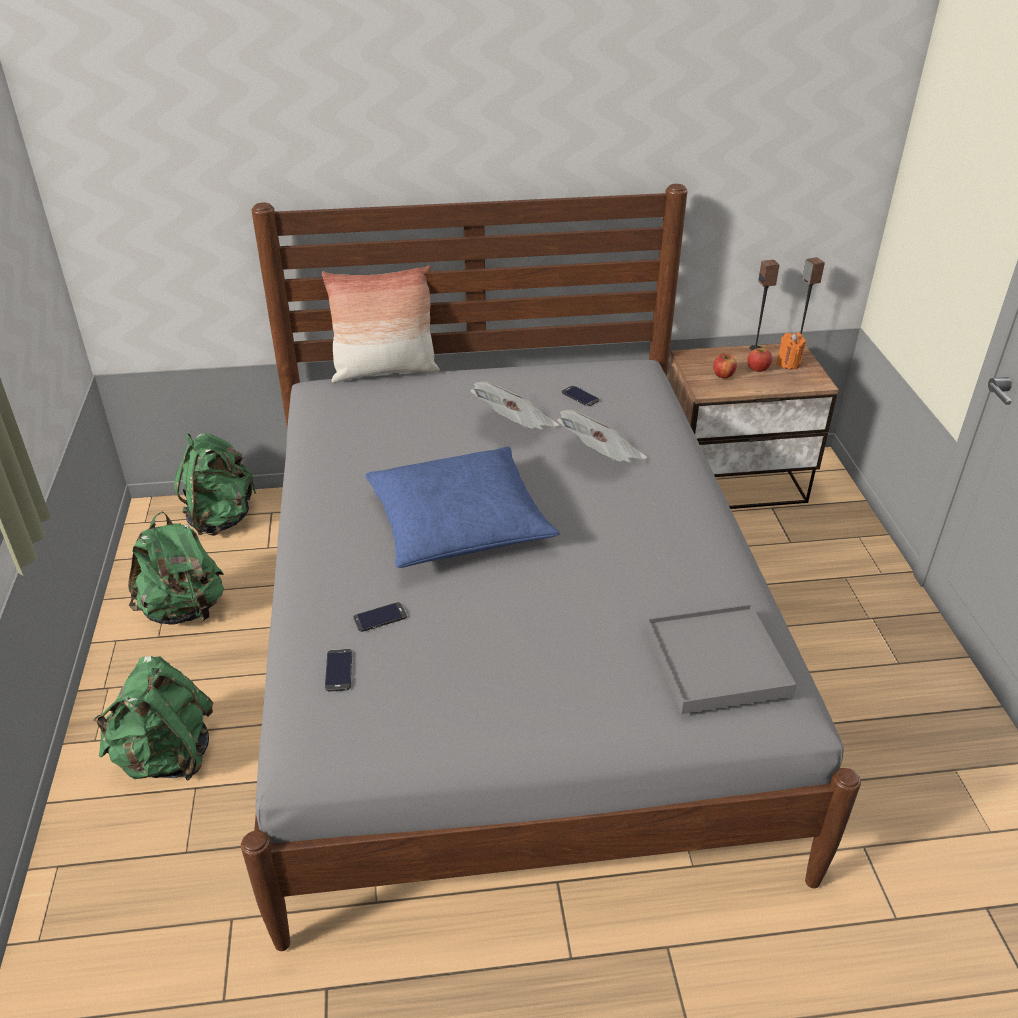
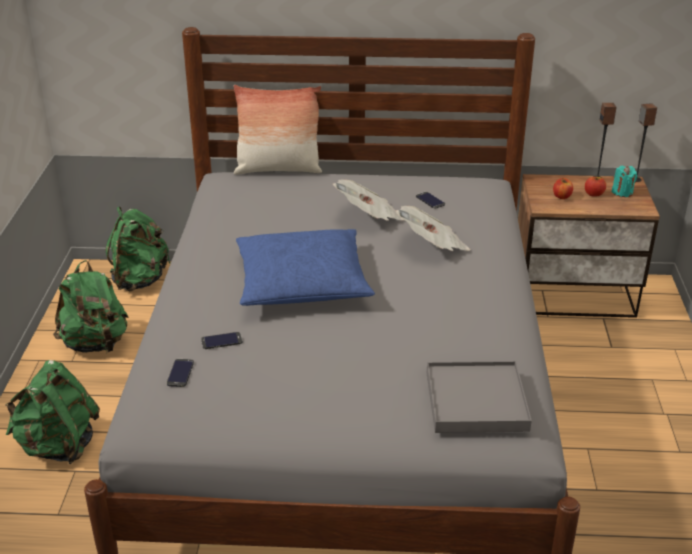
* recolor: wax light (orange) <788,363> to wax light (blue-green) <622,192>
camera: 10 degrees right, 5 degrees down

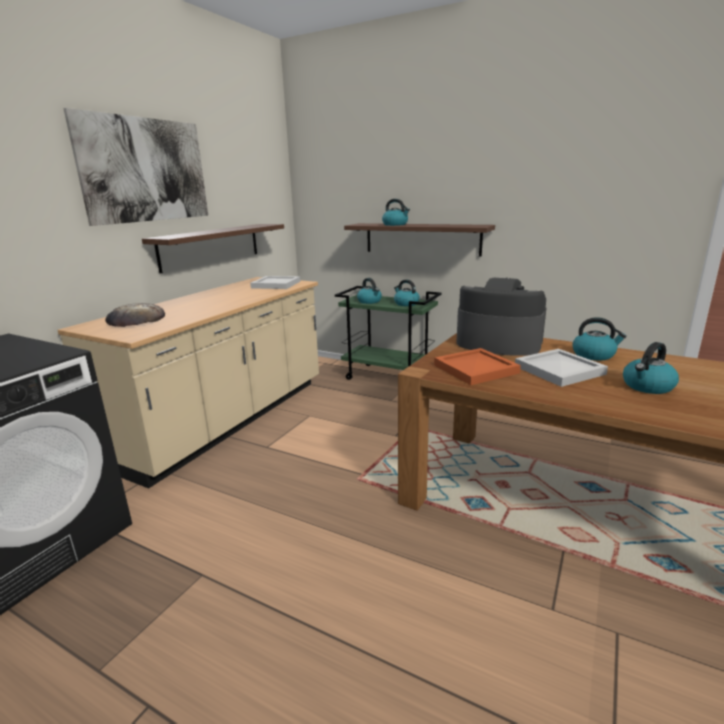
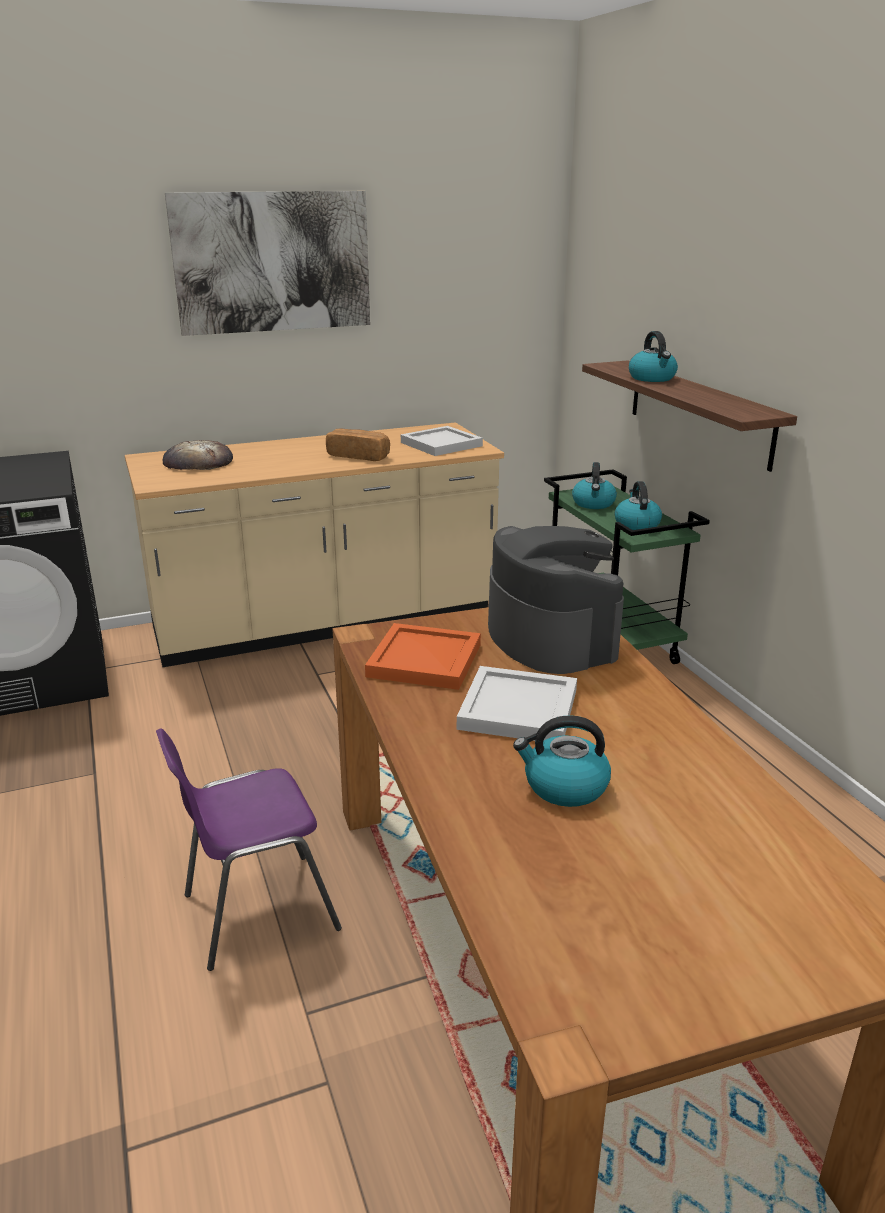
* delete: bracket shelf <211,246>
* delete: tea kettle <594,355>
* insert: plain chair (purple-coloured) <256,912>
* insert: baked bread <359,456>
camera: 40 degrees right, 5 degrees up

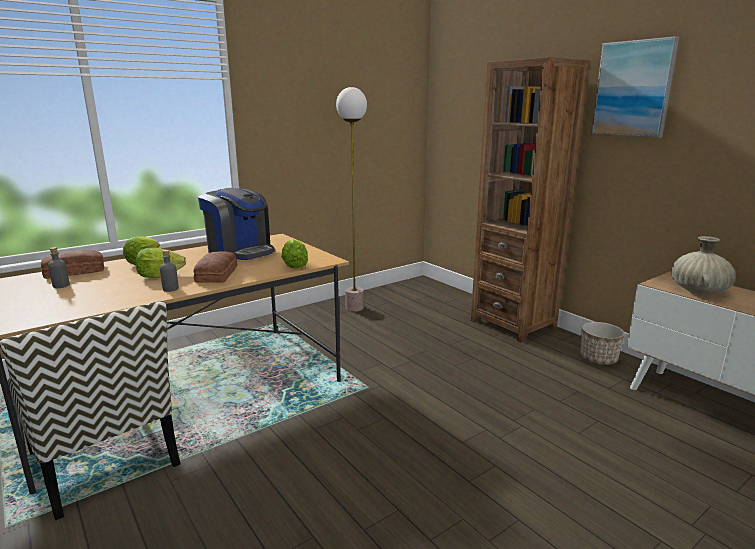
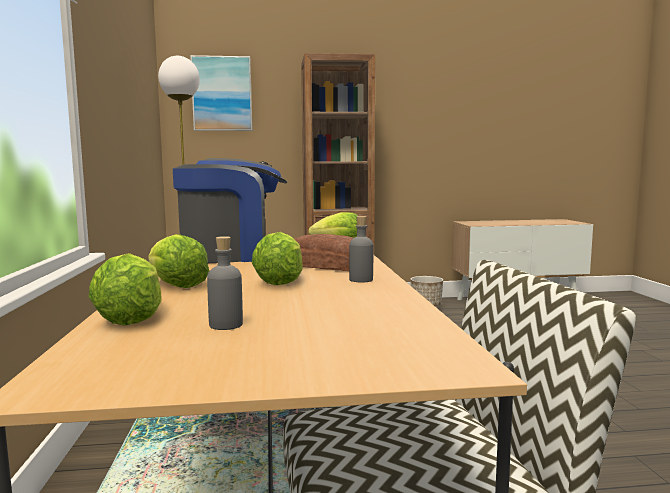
* replace: baked bread <74,271> to lettuce <132,318>
* move: wall picture <633,89> to <222,94>
* delete: vase (sand-coloured) <698,291>
camera: 60 degrees left, 10 degrees down

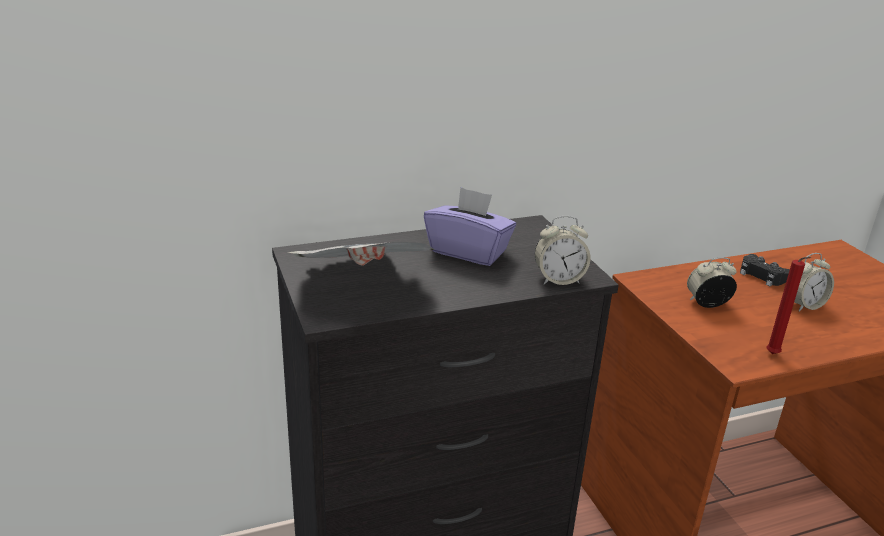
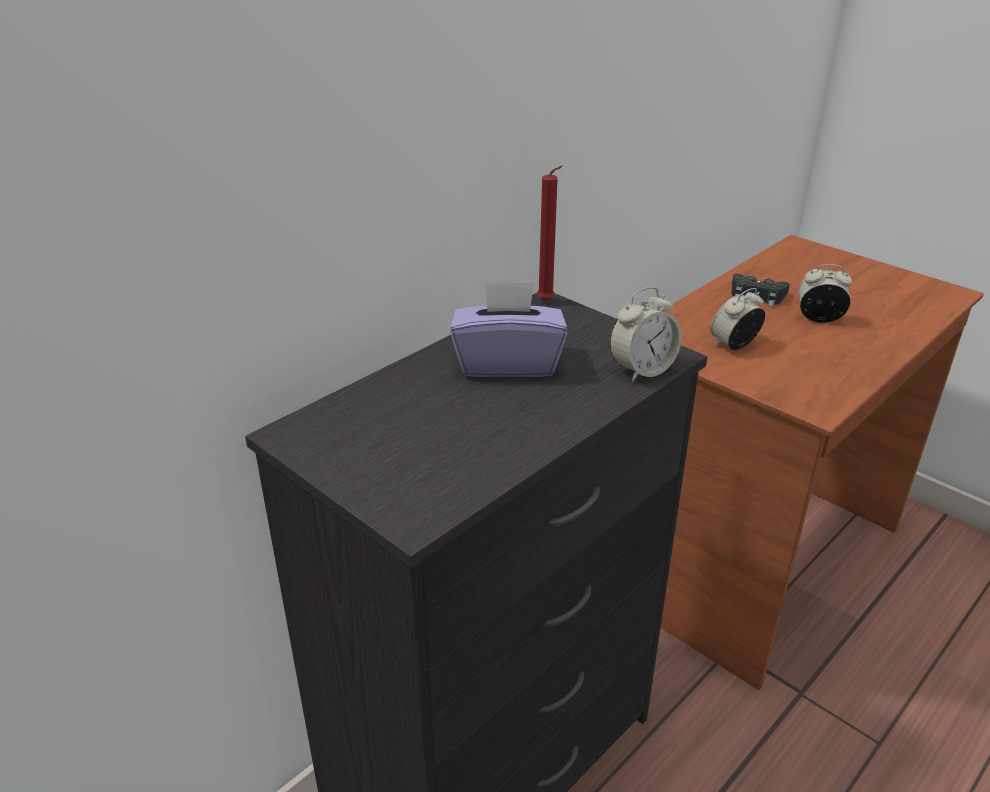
* delete: daily paper <362,286>
* move: wax light (reddish) <773,355> to <547,302>
* rotate: table clock <803,305> = <819,318> 120 degrees counterclockwise
camera: 25 degrees left, 5 degrees up

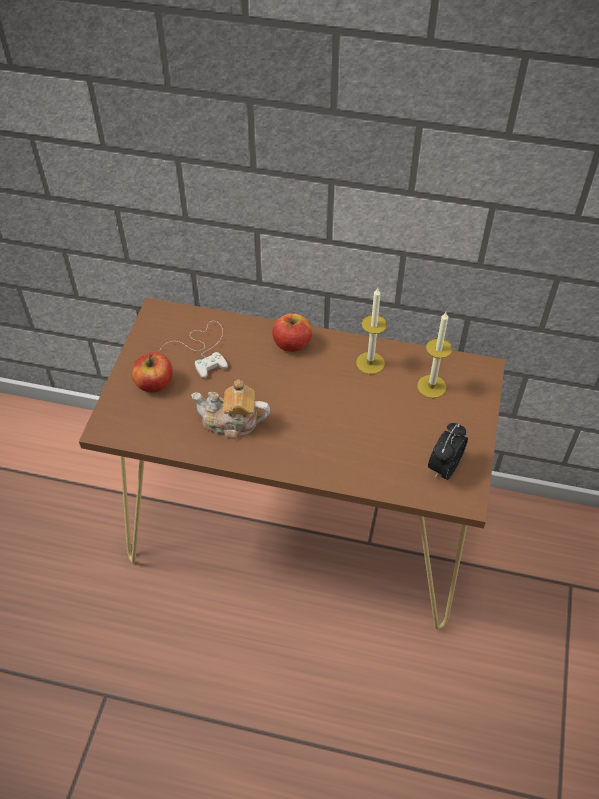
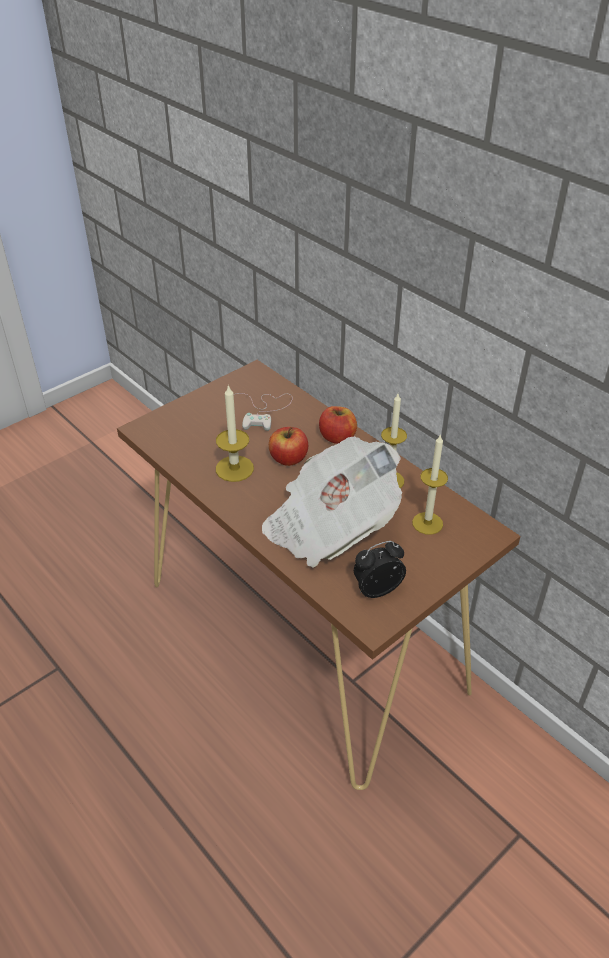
* move: apple fruit <154,383> to <288,459>
* replace: tea pot <231,422> to wax light <234,468>
* insert: daily paper <329,525>
camera: 35 degrees right, 10 degrees down

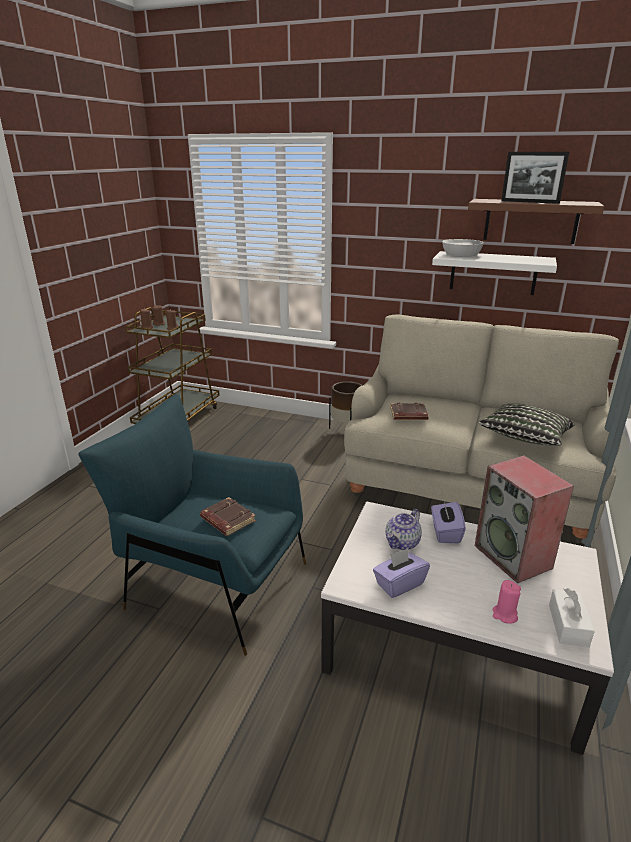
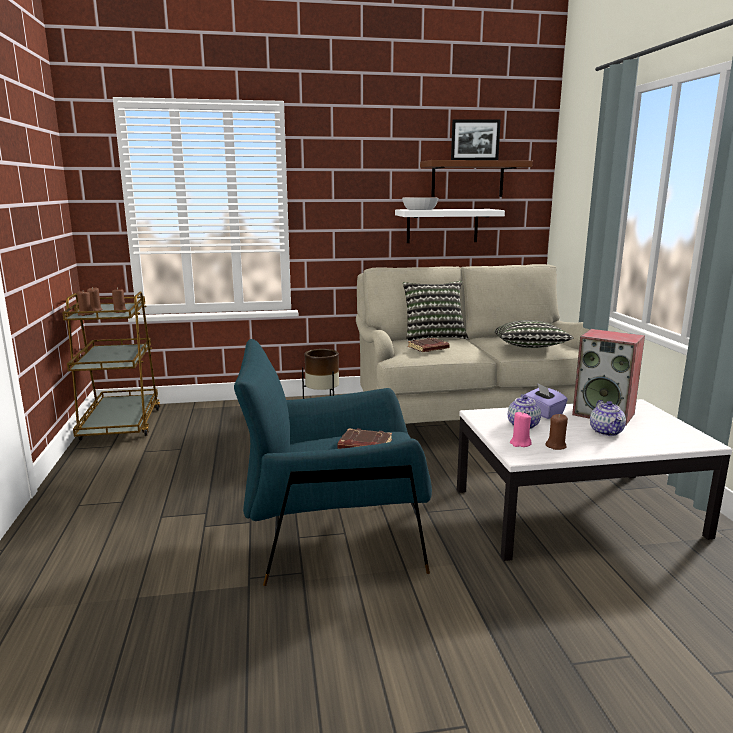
* replace: tissue holder (purple-coloured) <399,584> to wax light (brown-coloured) <556,446>
* move: wax light (pink-coloured) <504,615> to <520,443>
* delete: tissue holder (white-coloured) <568,625>
* insert: cushion <433,336>
* insert: tea pot <606,432>
camera: 30 degrees left, 10 degrees down

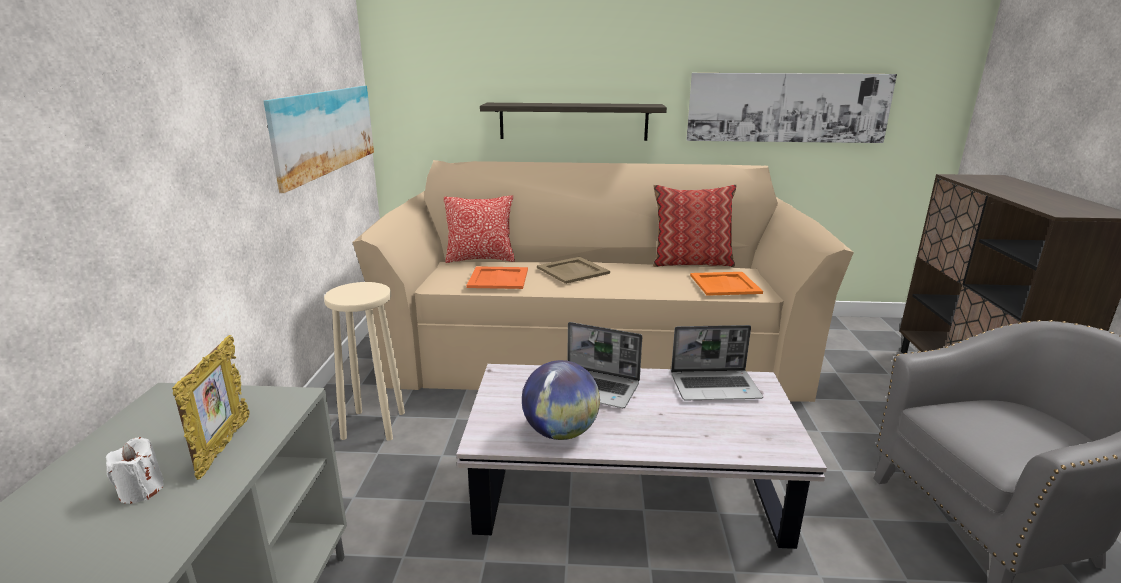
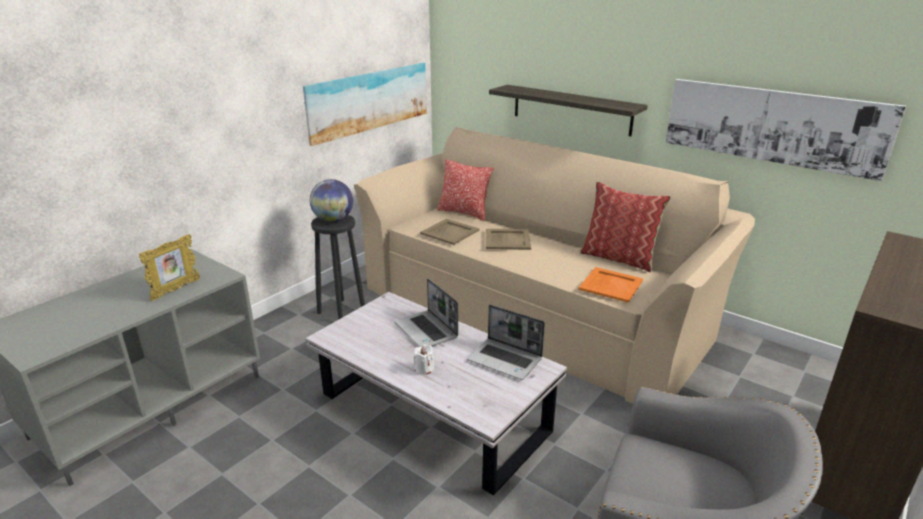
* move: wax light (white-coloured) <141,490> to <424,369>
* recolor: sitting stool (sand-coloured) <374,424> to sitting stool (black) <342,311>
* recolor: carrying tray (orange) <498,278> to carrying tray (sand-coloured) <449,232>
* move: globe <560,432> to <333,220>
camera: 35 degrees right, 5 degrees up

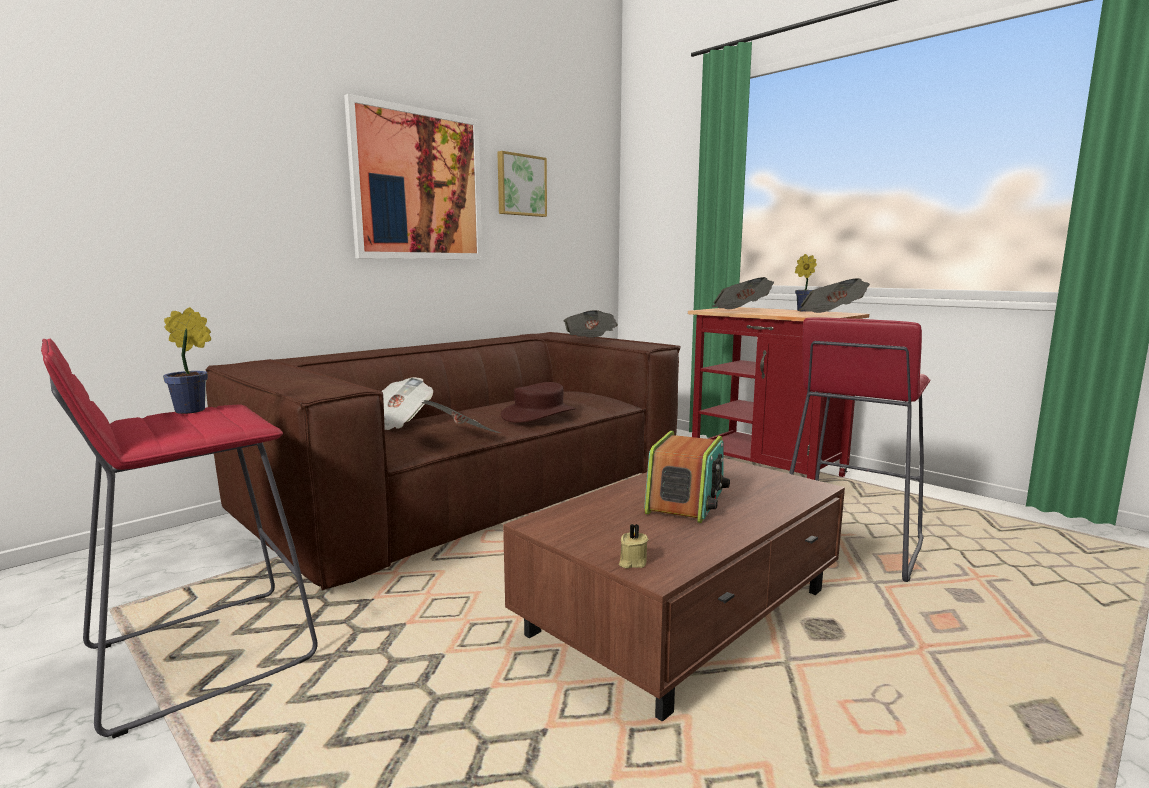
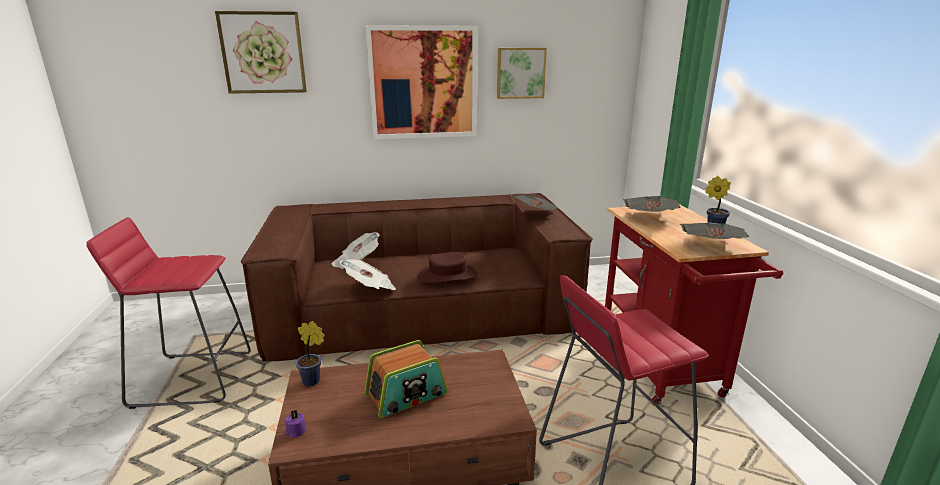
* move: plant in a pot <194,410> to <313,381>
* recolor: wax light (sand-coloured) <632,562> to wax light (purple-coloured) <295,431>
* insert: wall picture <263,53>
camera: 35 degrees right, 10 degrees up

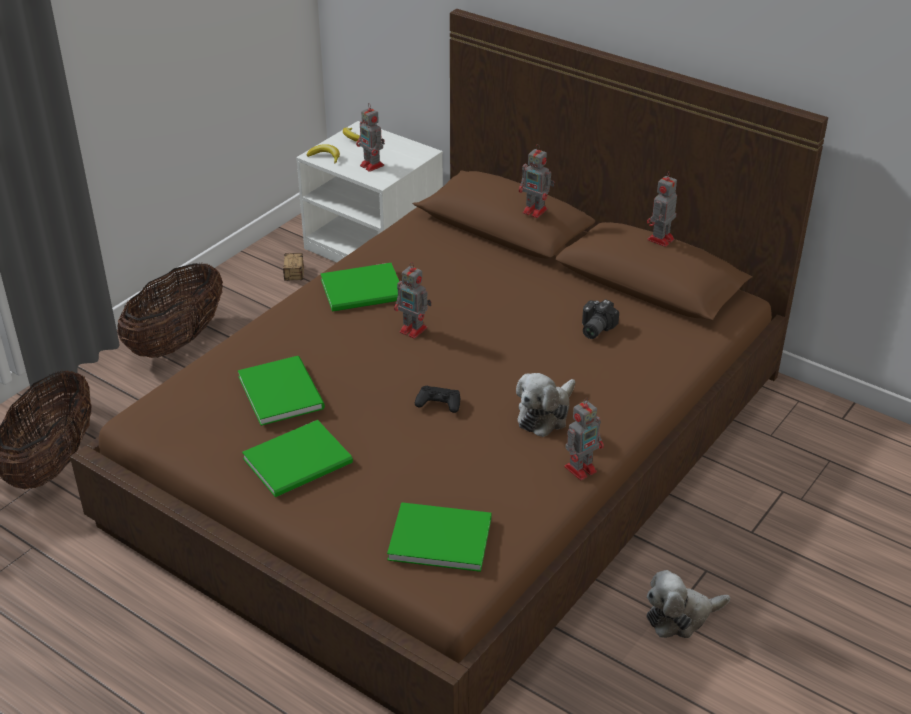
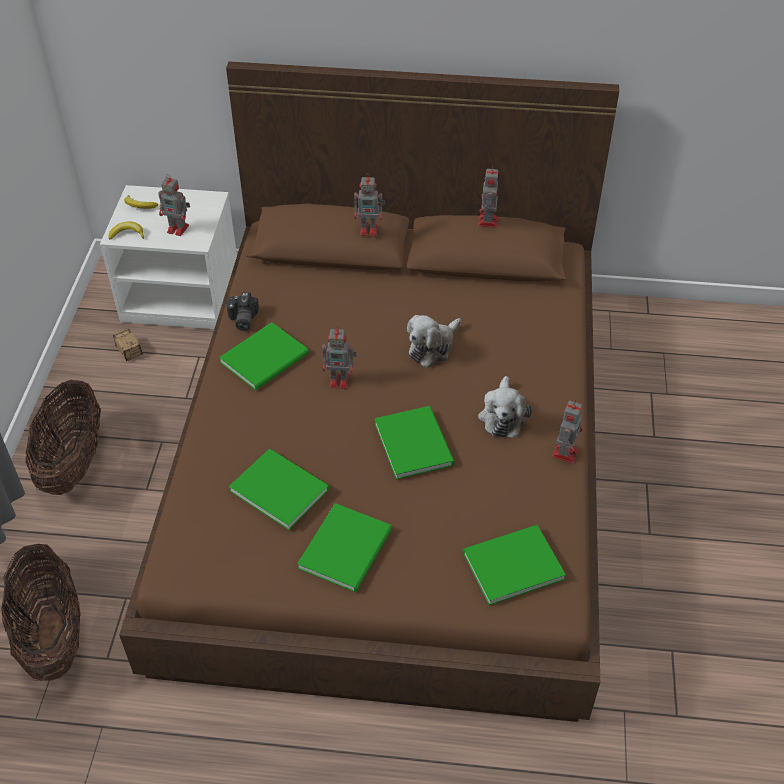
* replace: game controller (black) <439,403> to bound book (green-coloured) <414,441>
* move: still camera <594,328> to <241,320>
* move: plush toy <680,616> to <432,347>
camera: 30 degrees left, 10 degrees up

